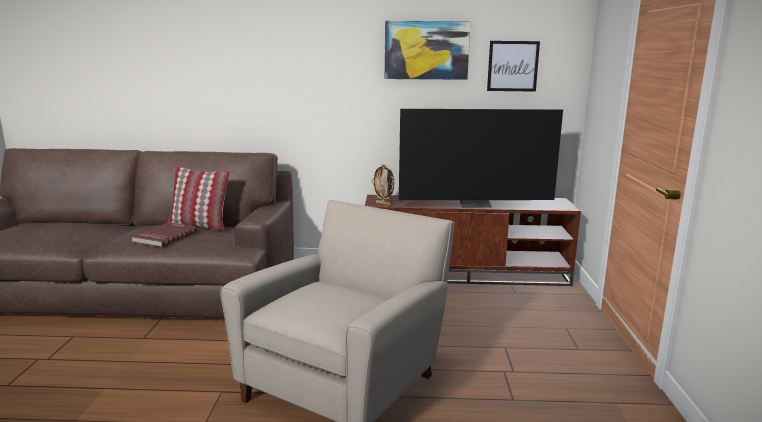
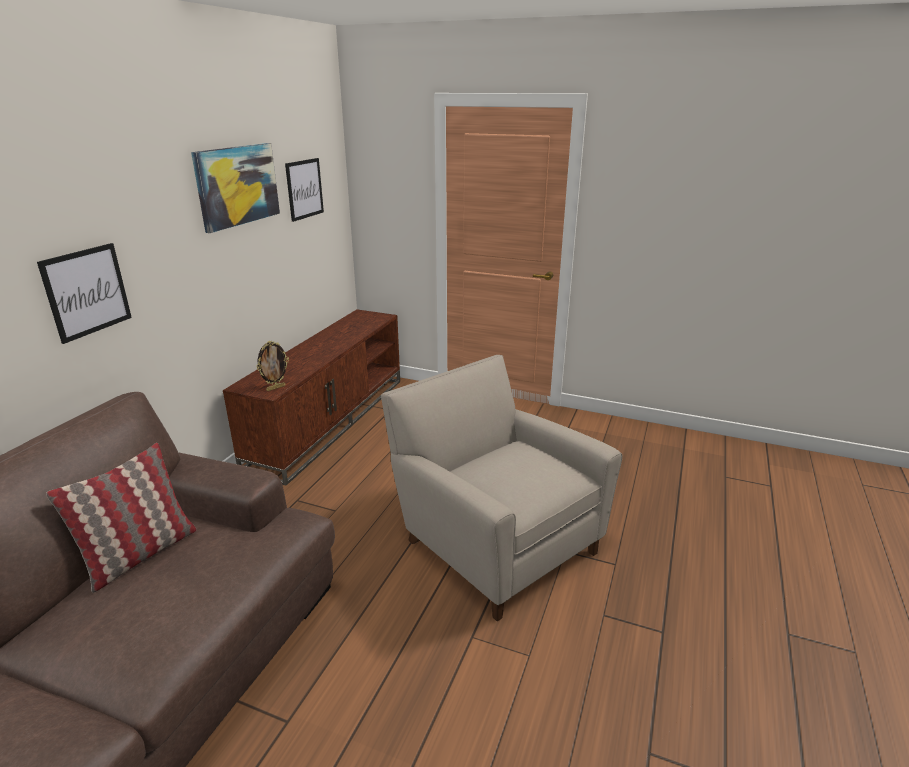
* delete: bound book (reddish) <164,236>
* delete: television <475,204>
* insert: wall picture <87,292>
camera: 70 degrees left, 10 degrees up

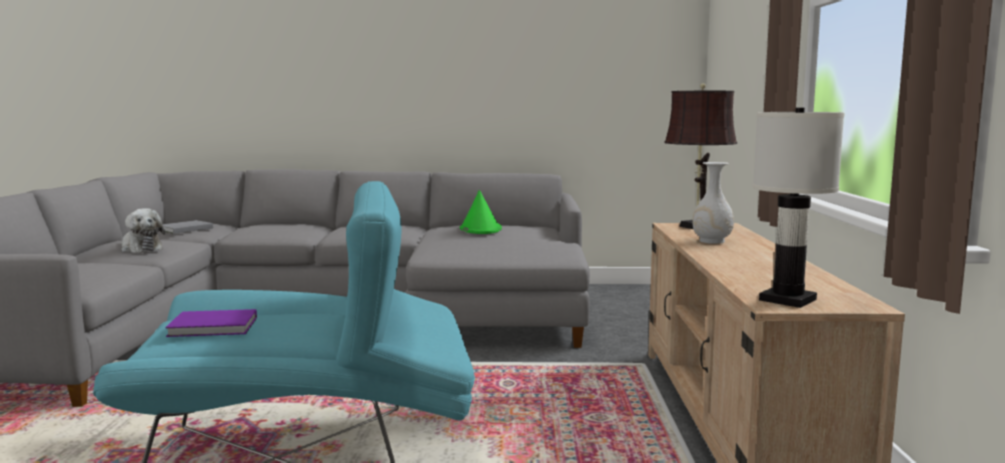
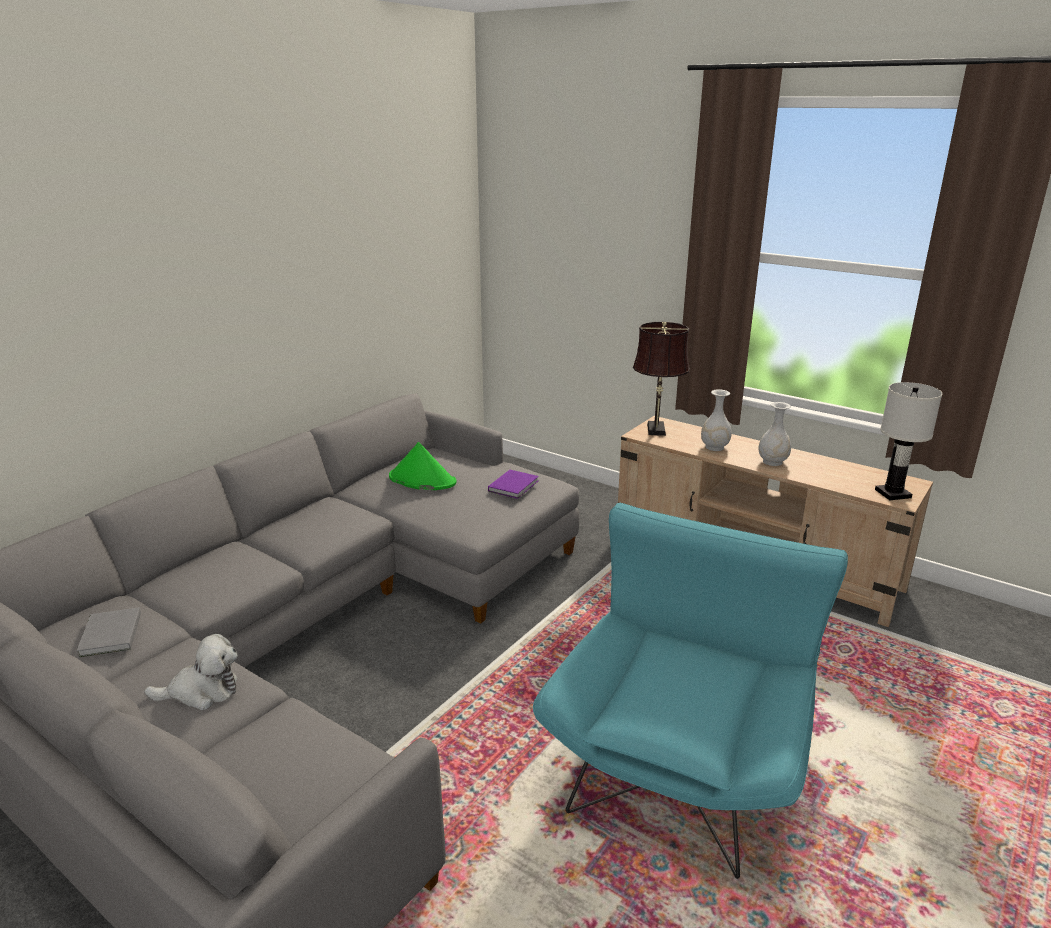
* move: bound book (purple-coloured) <215,327> to <514,485>
* insert: vase (white-coloured) <773,462>
camera: 55 degrees left, 15 degrees up

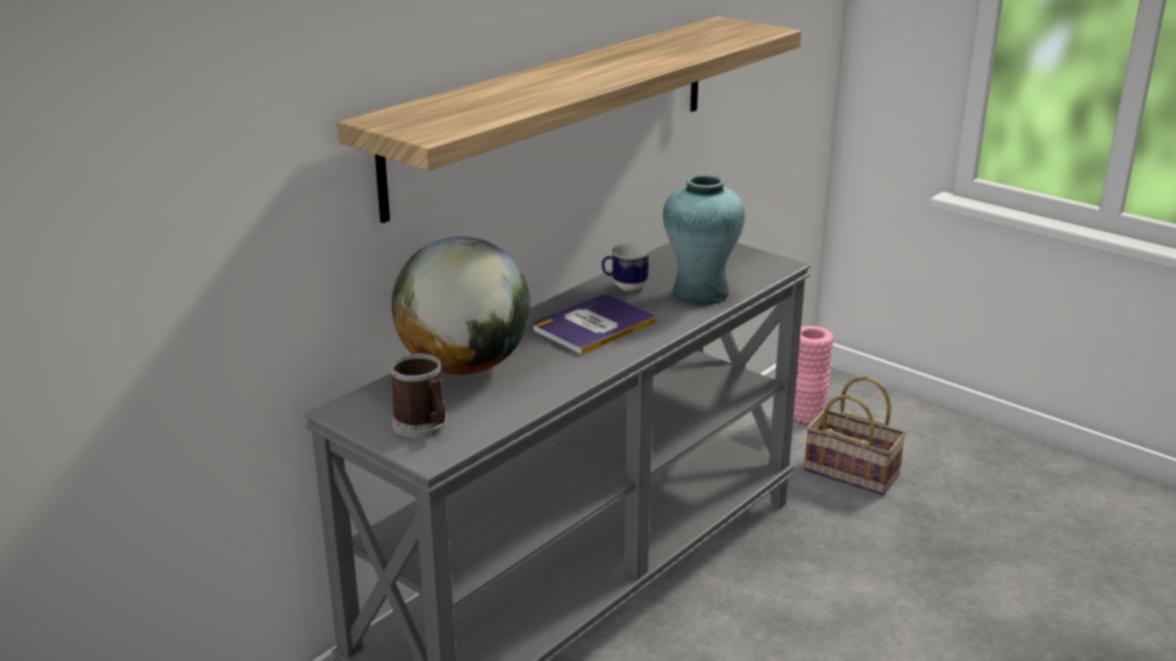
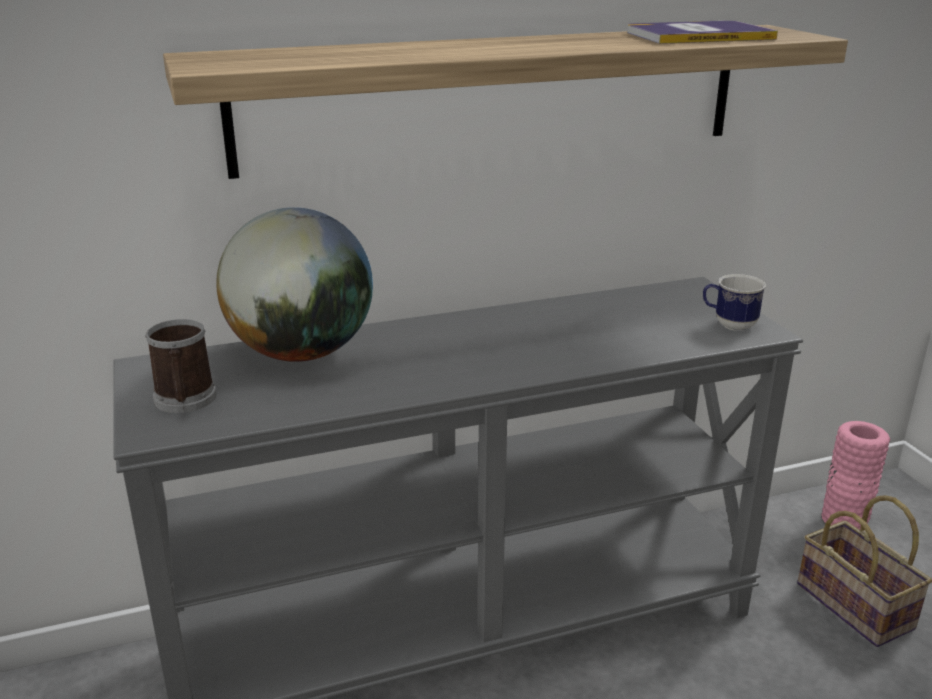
* move: bound book <594,325> to <698,35>
* move: coffee mug <624,287> to <728,324>
* delete: vase (blue-green) <700,293>
camera: 30 degrees right, 0 degrees up

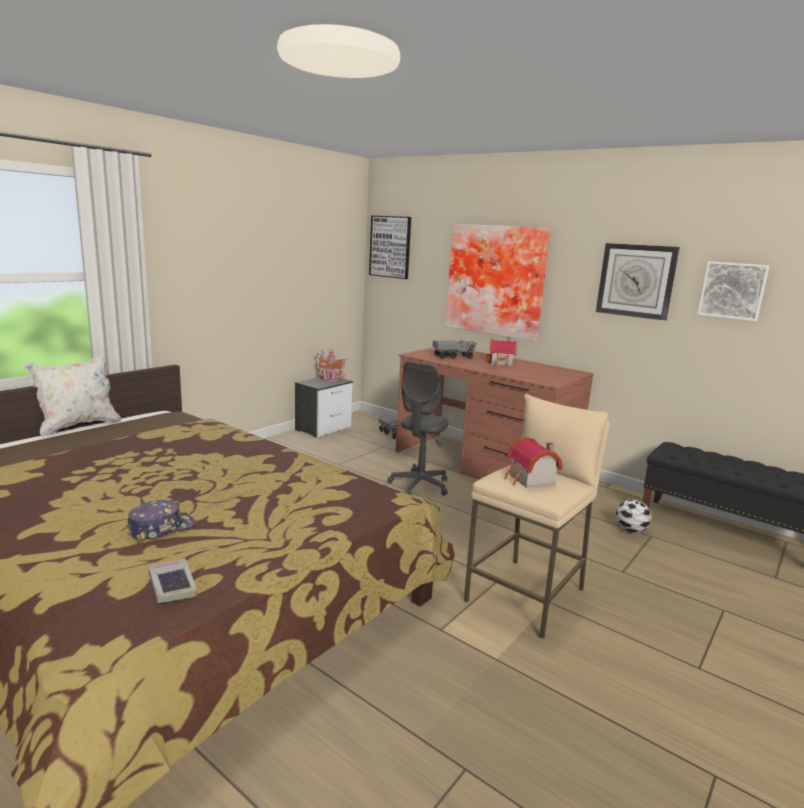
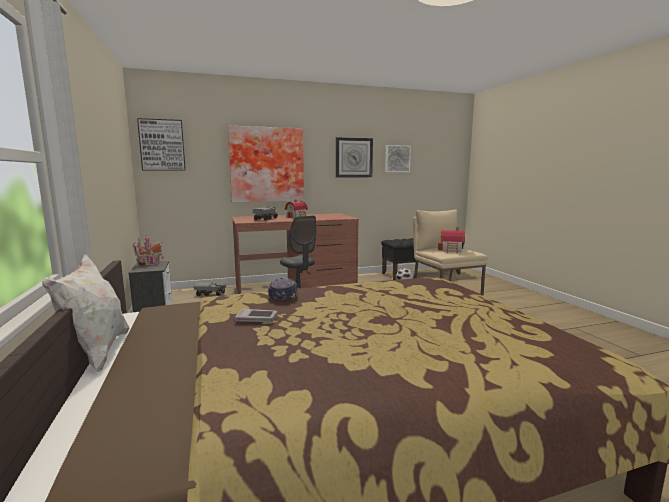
* move: cap <161,528> to <283,295>
* move: bound book <172,585> to <256,319>
camera: 55 degrees left, 5 degrees down

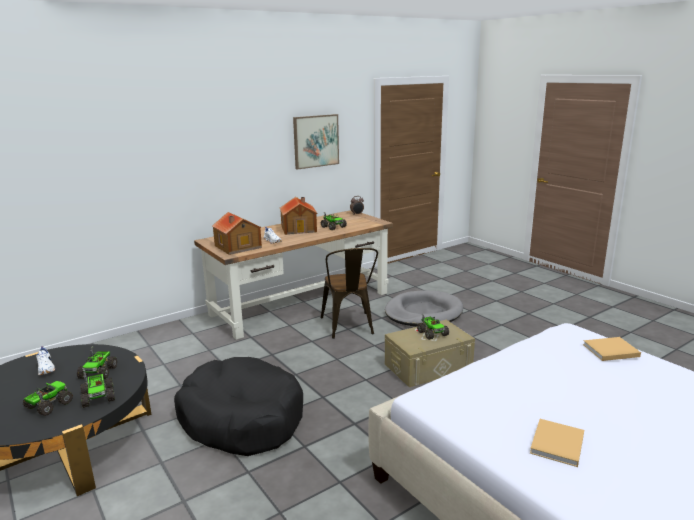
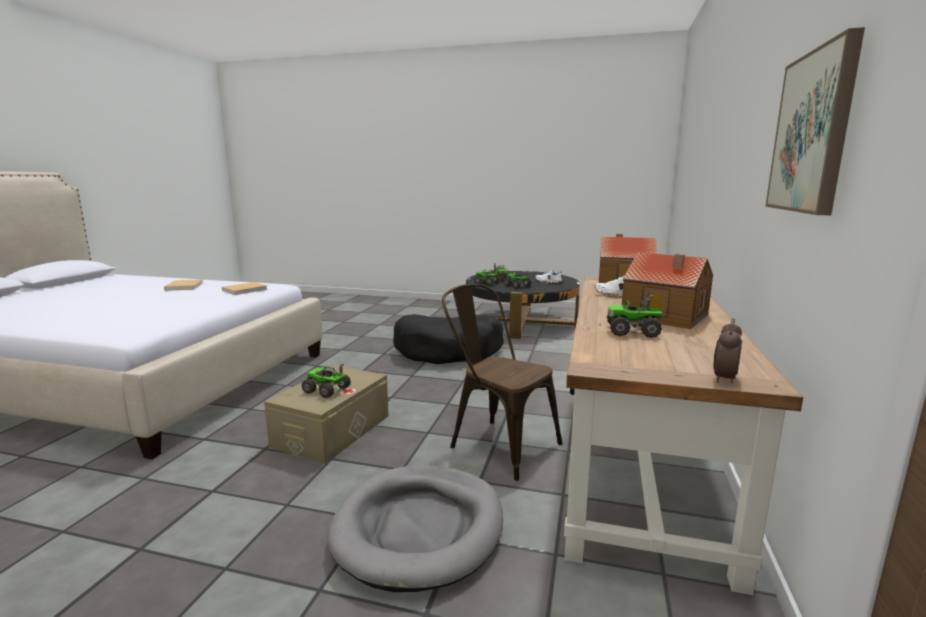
* move: bound book (sand-coloured) <609,350> to <246,290>
camera: 140 degrees right, 5 degrees down

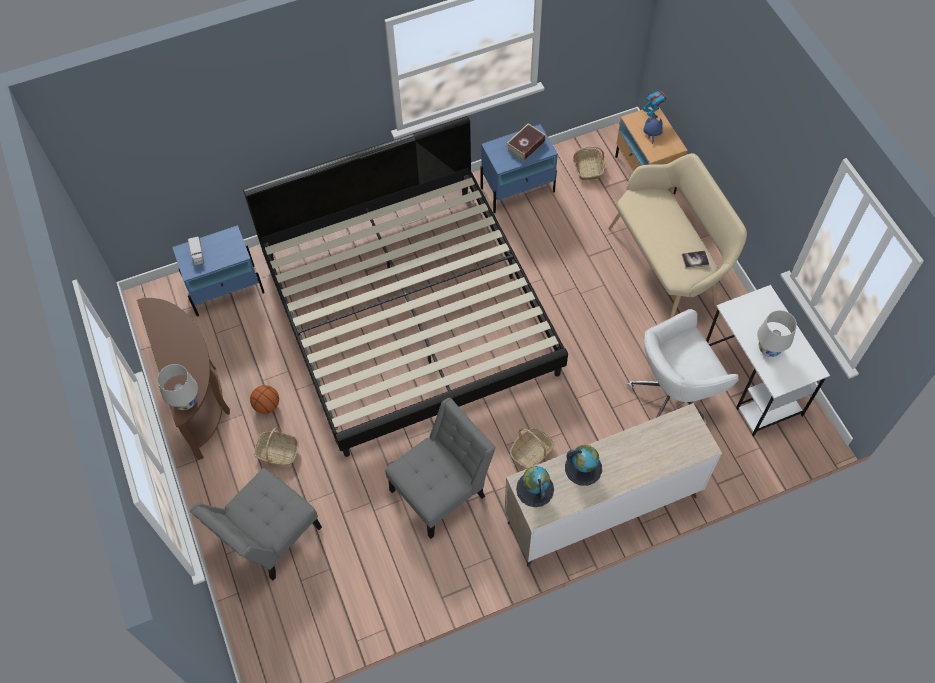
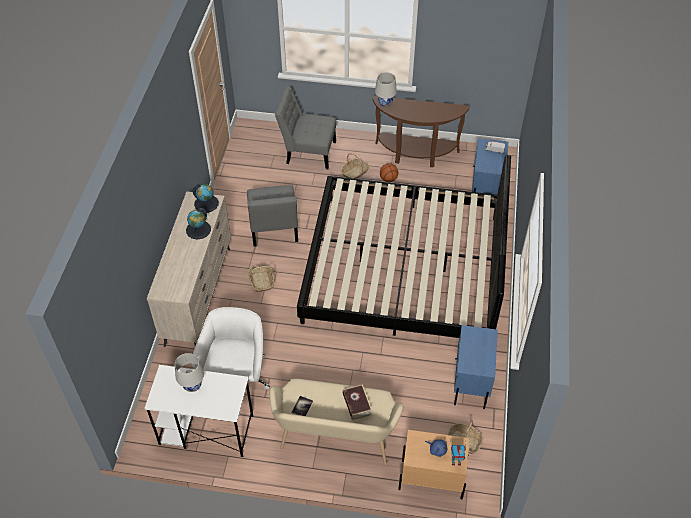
* rotate: plain chair (greyish) <268,537> = <308,152> 60 degrees counterclockwise
* move: bound book <525,145> to <357,404>
camera: 120 degrees right, 10 degrees down

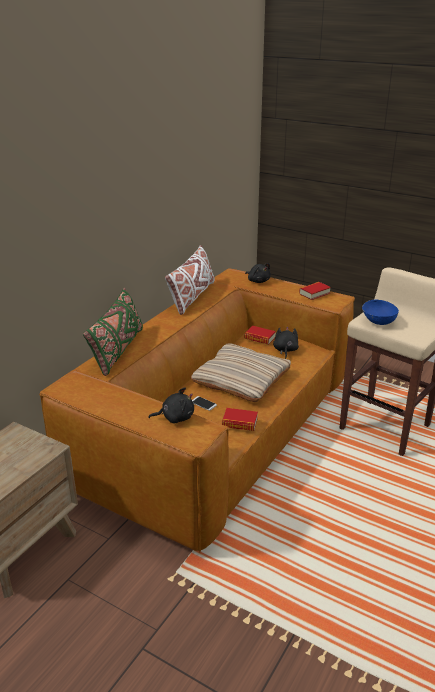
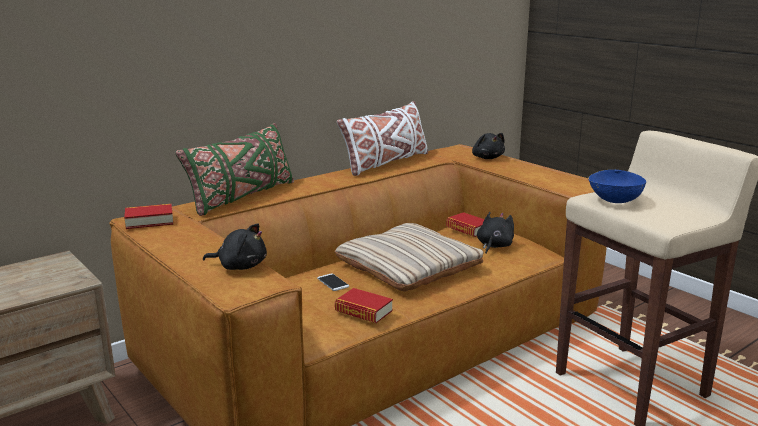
* move: bound book <314,293> to <149,221>
camera: 20 degrees right, 10 degrees down

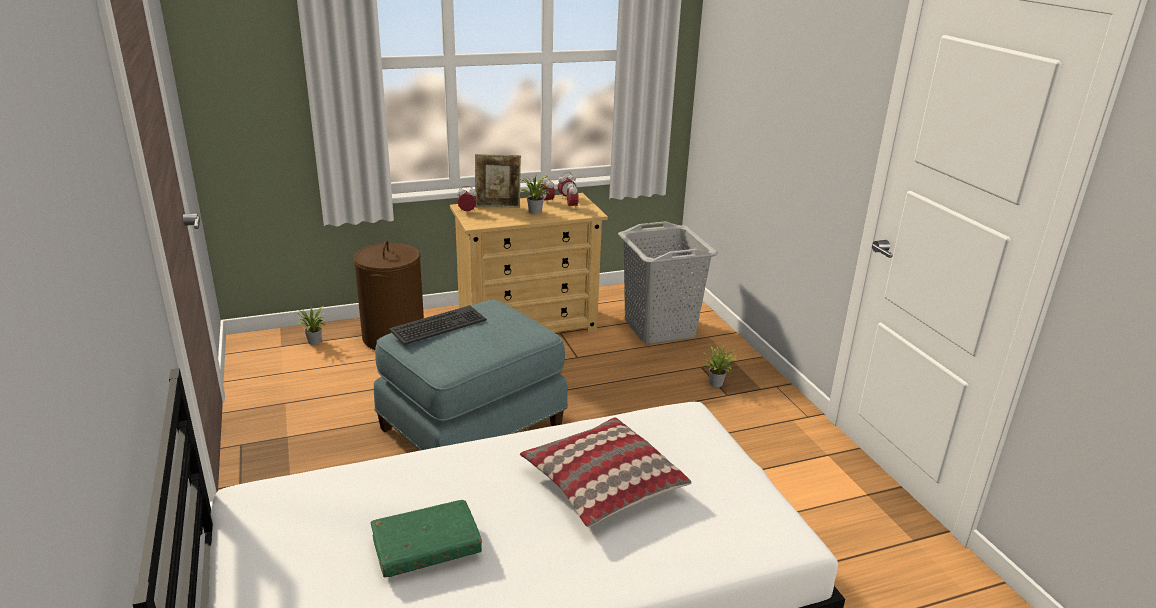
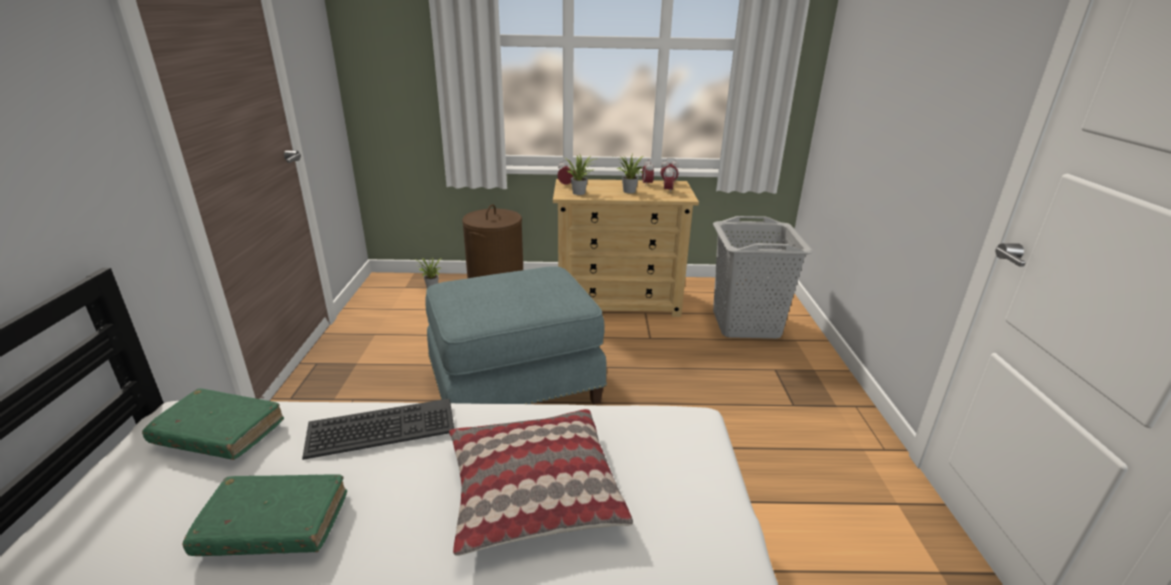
* move: keyboard <439,326> to <381,429>
* delete: standing frame <498,206>
* move: plant in a pot <717,383> to <580,192>
* insert: bound book (green-coloured) <219,433>
camera: 20 degrees right, 0 degrees up

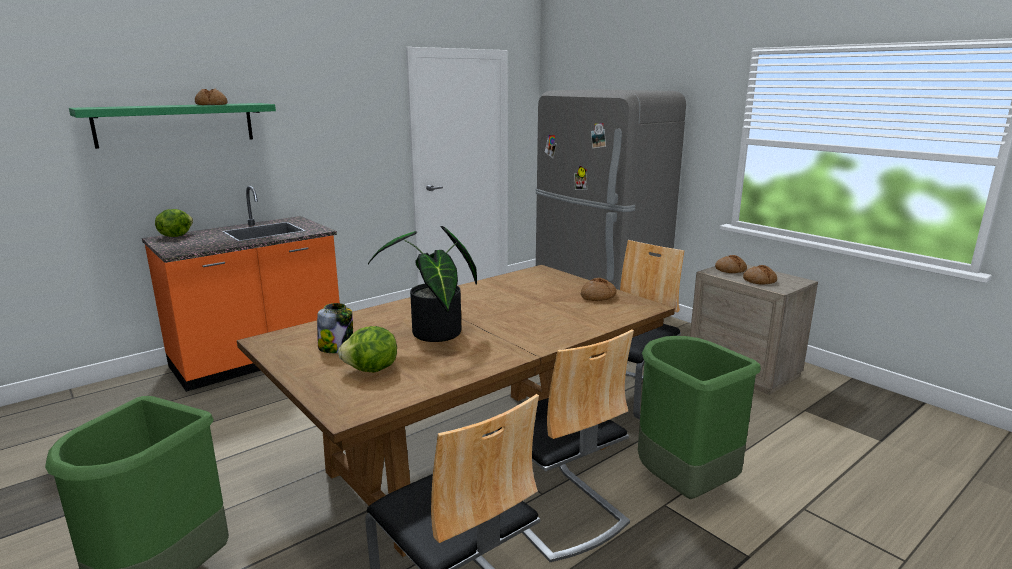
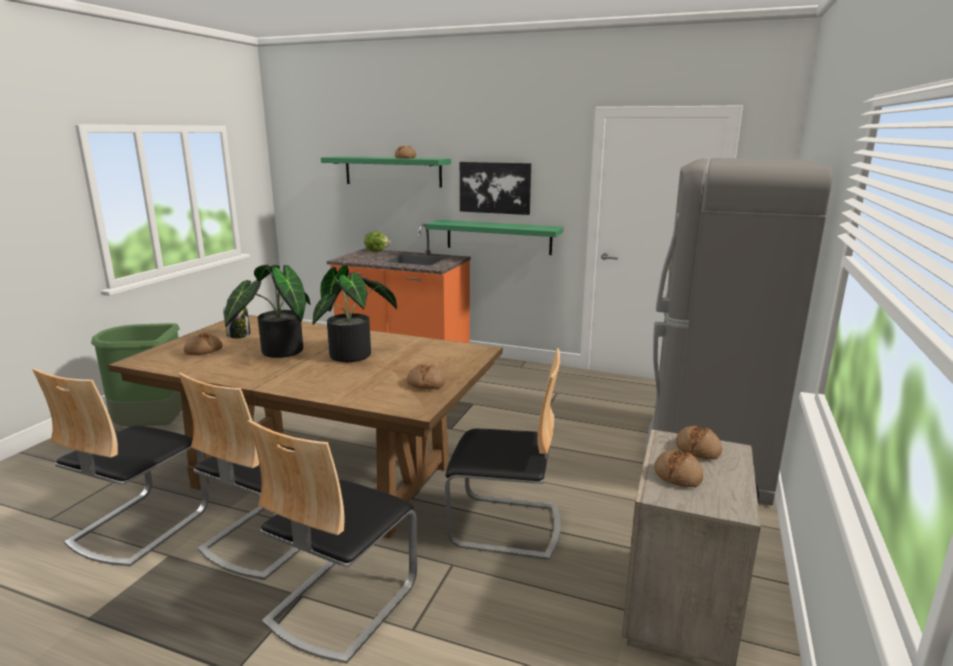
* replace: lettuce <371,370> to baked bread <203,351>
* replace: trash can (green-coloured) <682,486> to plain chair <341,602>
* insert: plant in a pot <356,355>
* insert: bracket shelf (green-coloured) <498,237>
* insert: wall picture <495,187>
camera: 60 degrees right, 0 degrees up

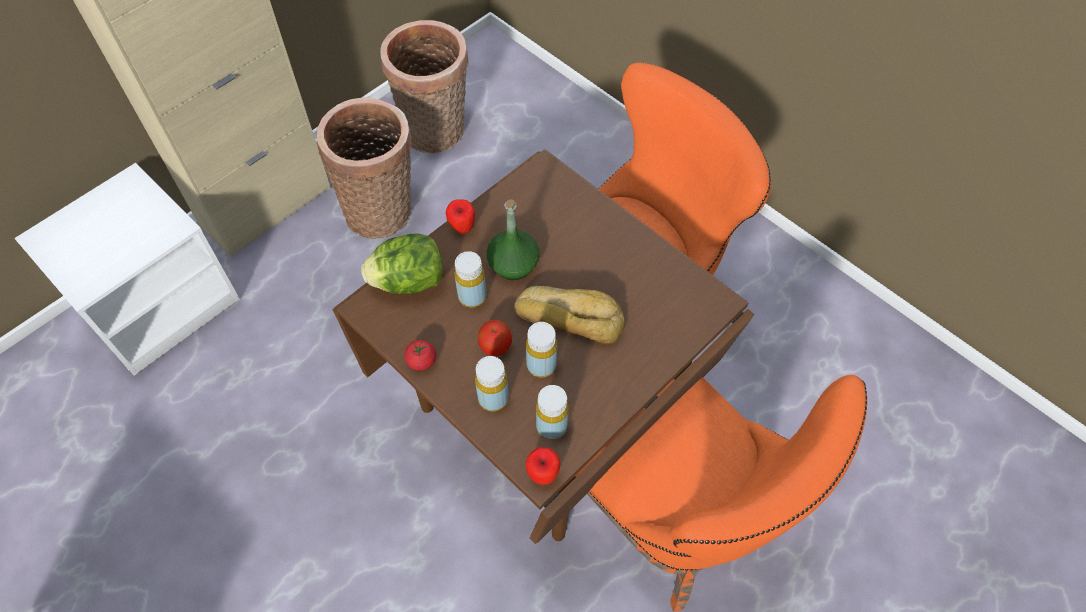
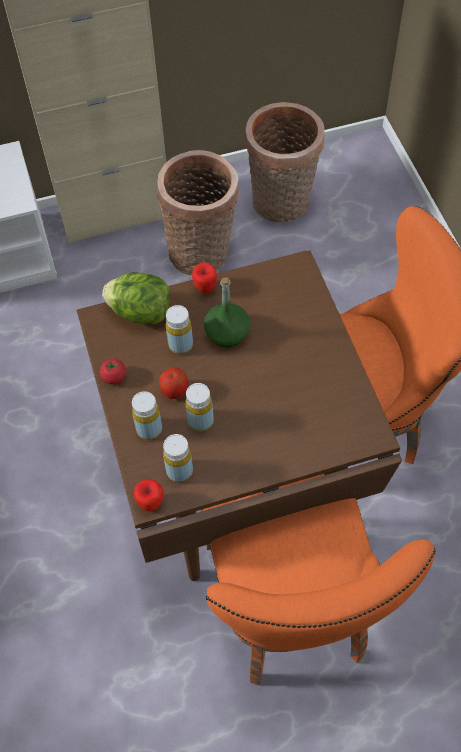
* delete: baked bread <570,317>
camera: 30 degrees right, 0 degrees up

